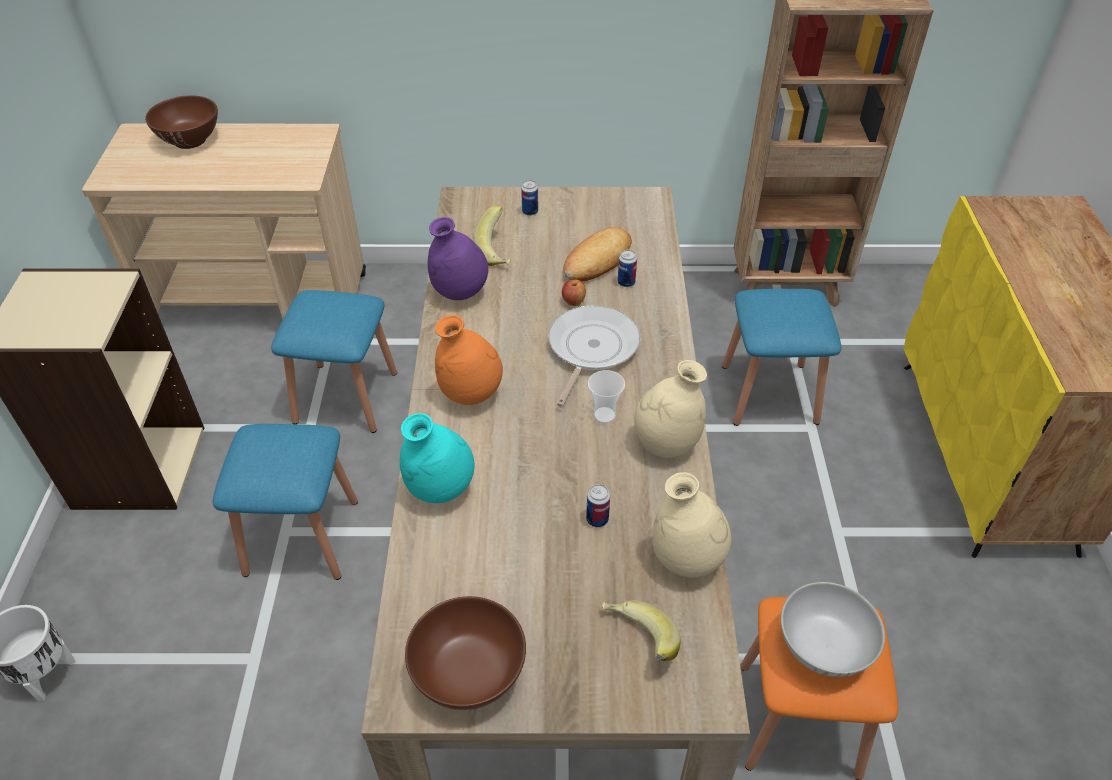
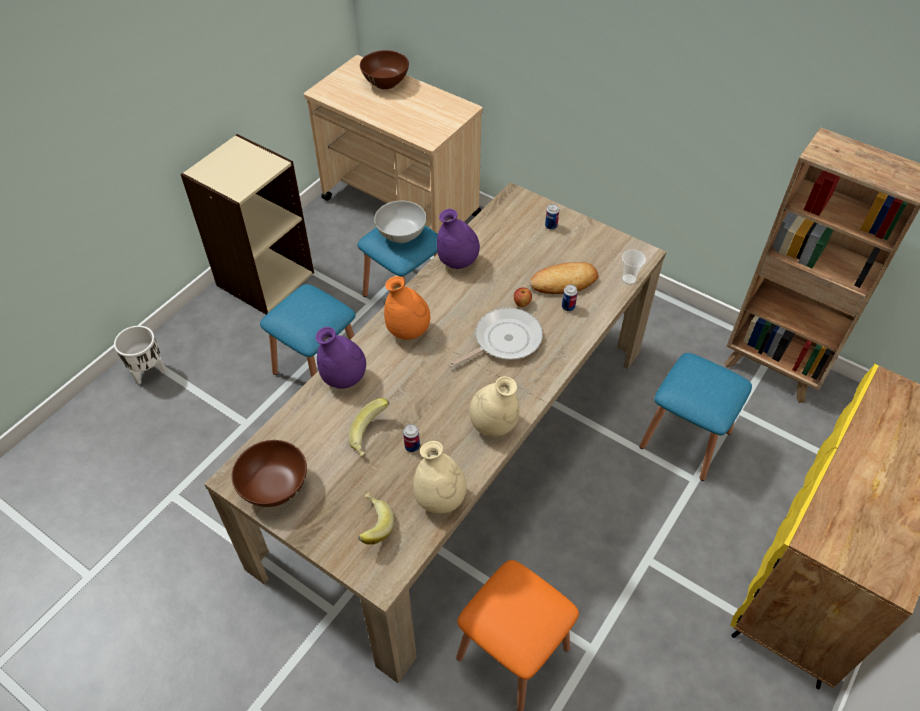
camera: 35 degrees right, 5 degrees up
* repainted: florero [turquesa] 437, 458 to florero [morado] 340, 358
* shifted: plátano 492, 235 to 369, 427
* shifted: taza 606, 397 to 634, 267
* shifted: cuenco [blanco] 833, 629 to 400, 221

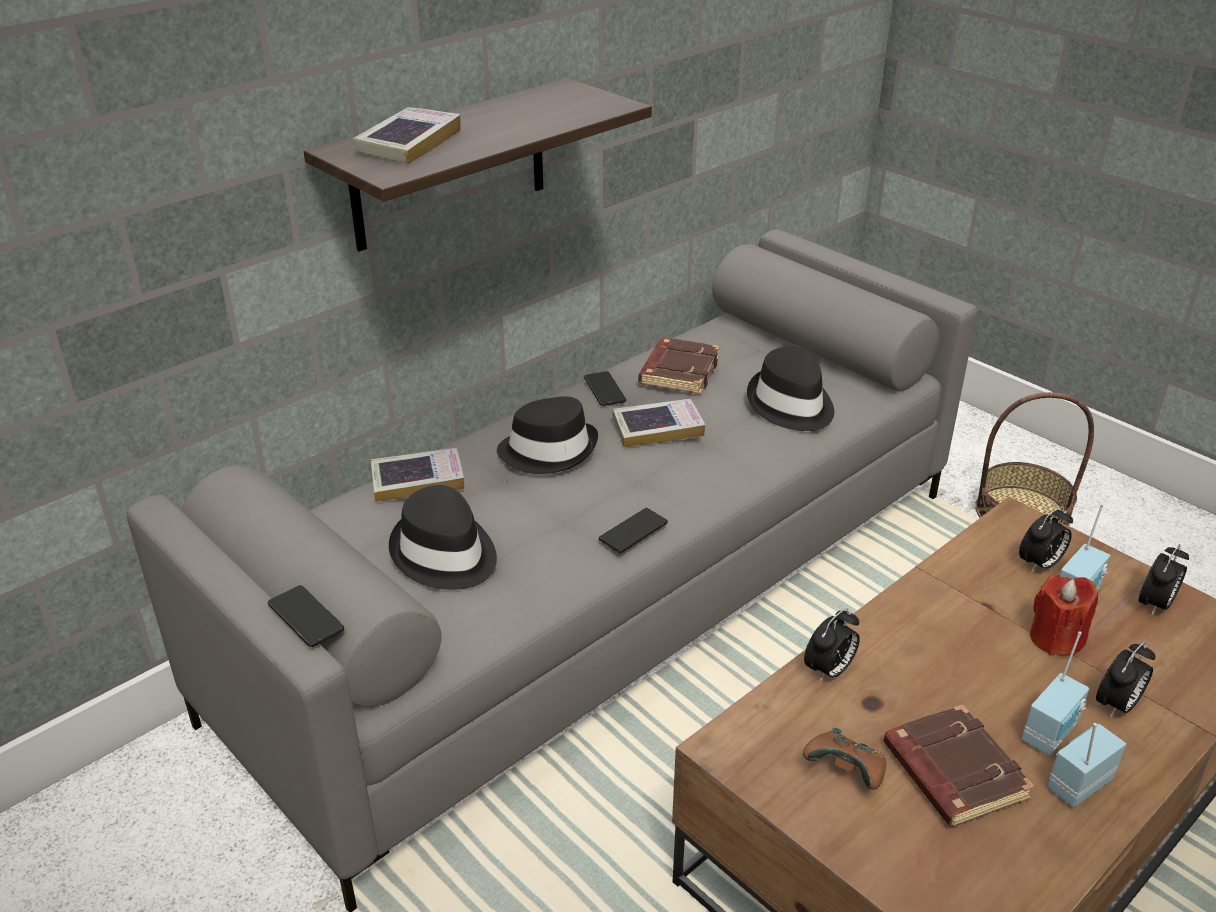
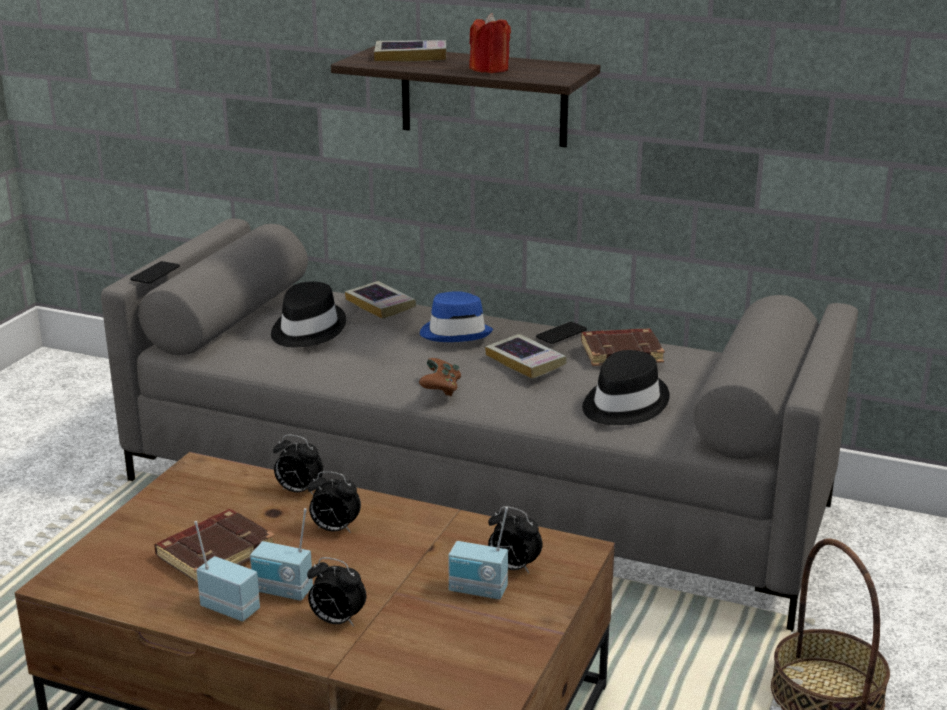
camera: 65 degrees right, 10 degrees down
* repainted: sombrero [negro] 547, 435 to sombrero [azul] 456, 316
* gone: móvil 633, 530
* shifted: mando de consola [marrón] 844, 758 to 440, 377
* shifted: vela [rojo] 1064, 615 to 490, 43
* shifted: despertador 1163, 580 to 334, 502

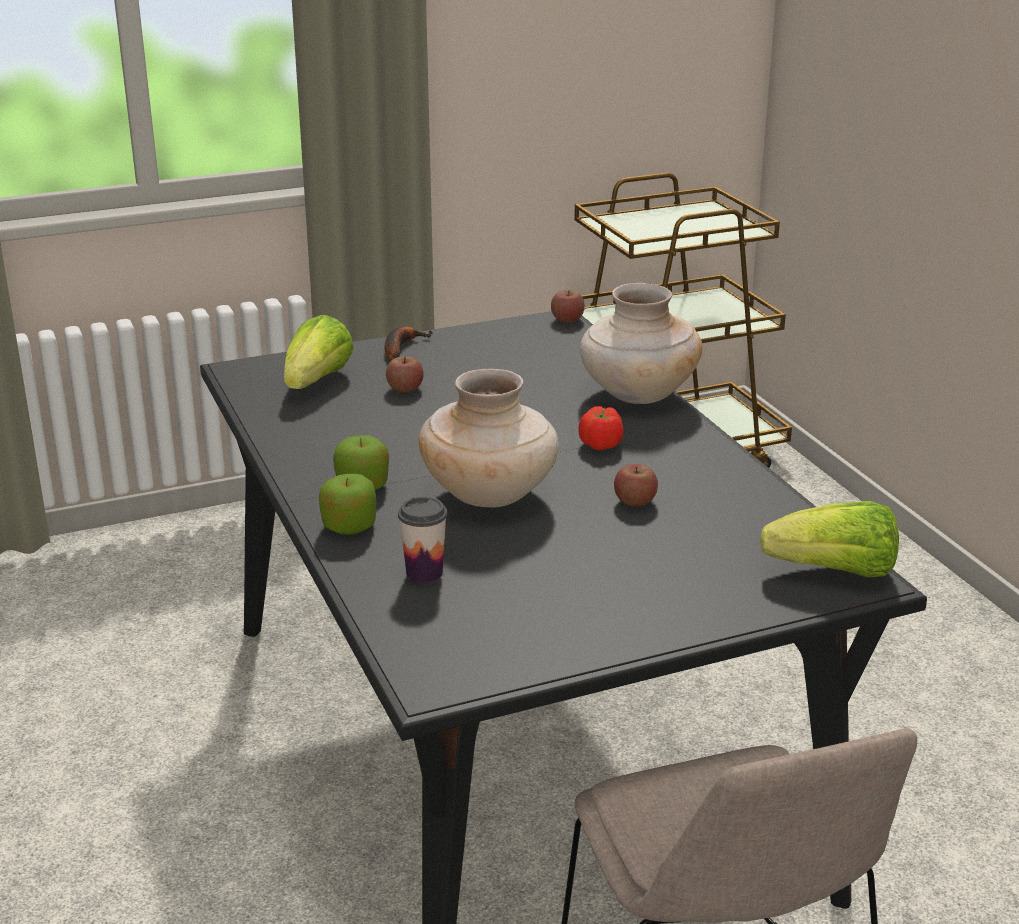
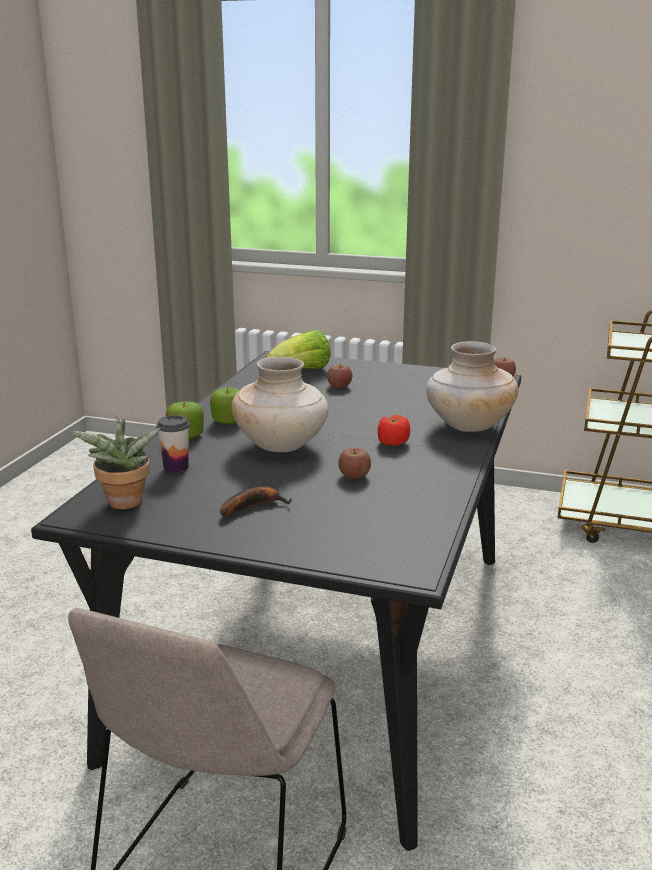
camera: 40 degrees right, 5 degrees down
* shifted: plátano 408, 343 to 256, 501
* gone: lechuga 829, 539
* new: planta en maceta 115, 462

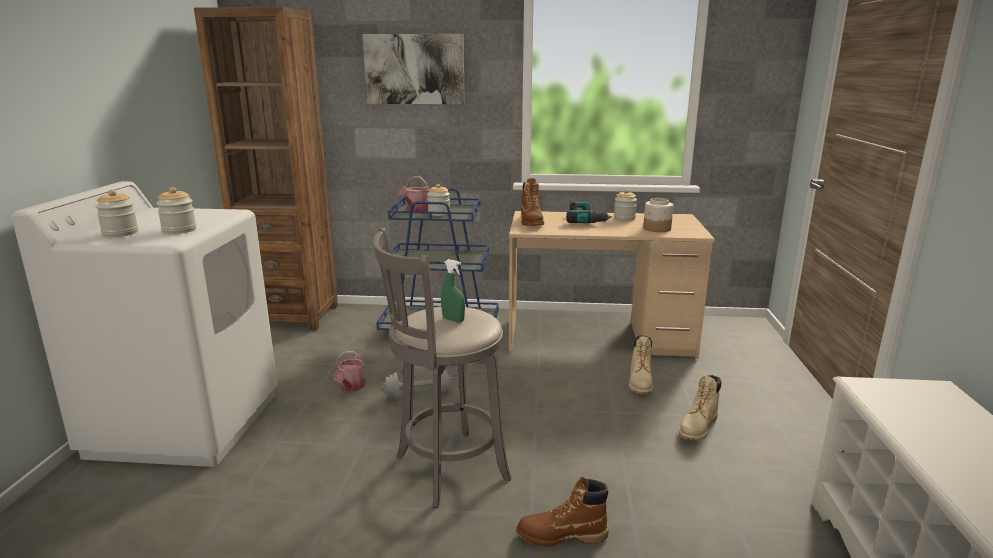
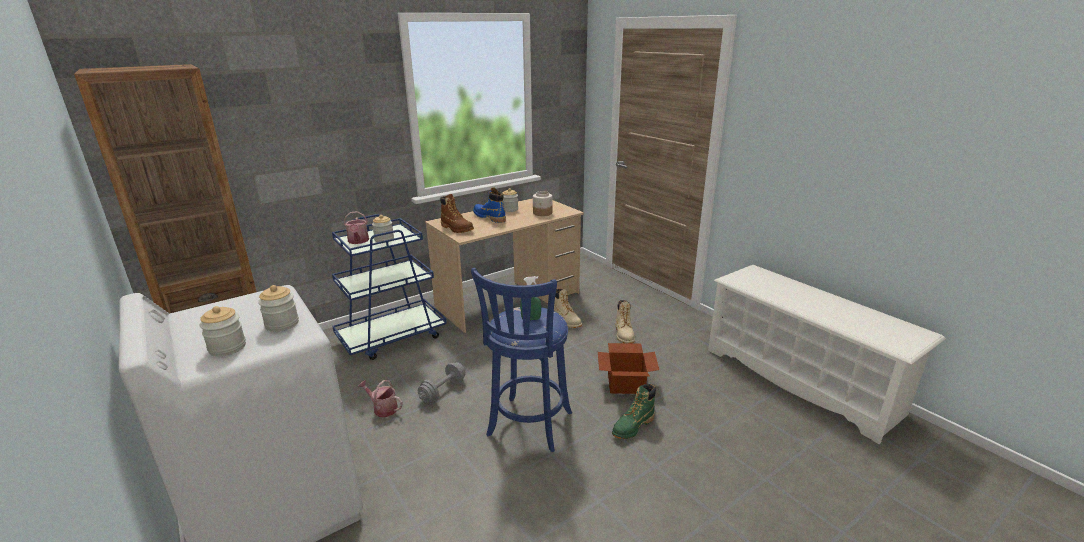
camera: 40 degrees left, 5 degrees up
* rotated: regadera 349, 371 = 380, 398 150 degrees clockwise
* gone: cuadro 413, 69
* repainted: taburete [gris] 442, 368 to taburete [azul] 521, 360
* repainted: bota [marrón] 562, 512 to bota [verde] 634, 411
* swapped: taladro 589, 212 to bota [azul] 489, 205
* new: caja de cartón 628, 368

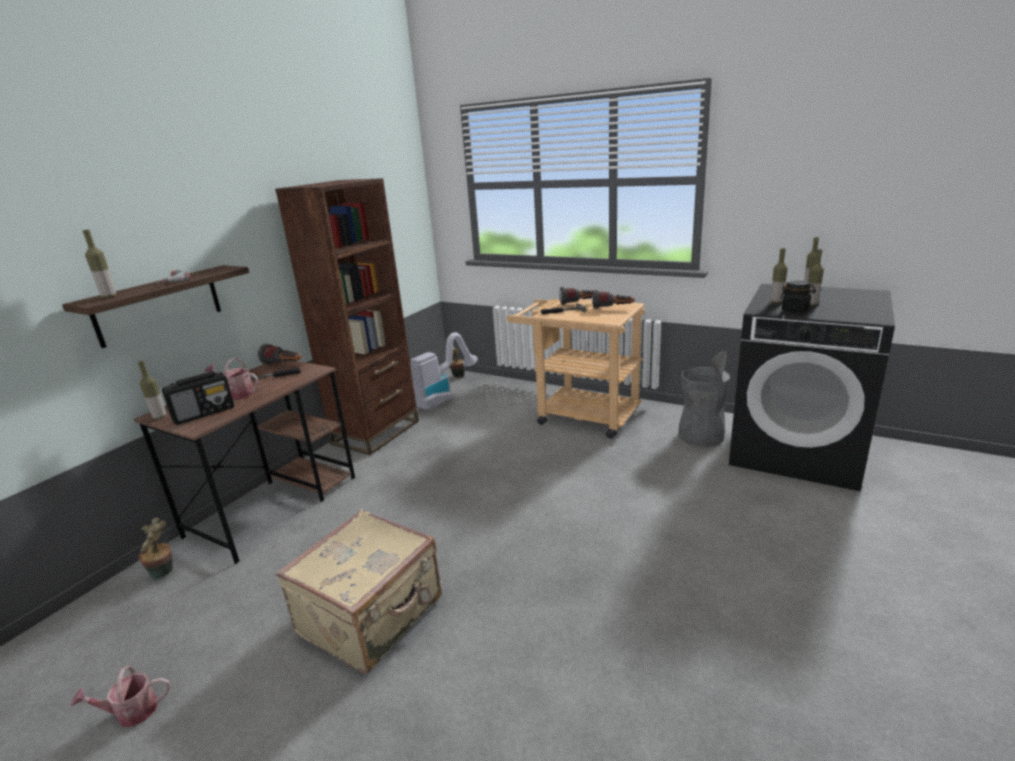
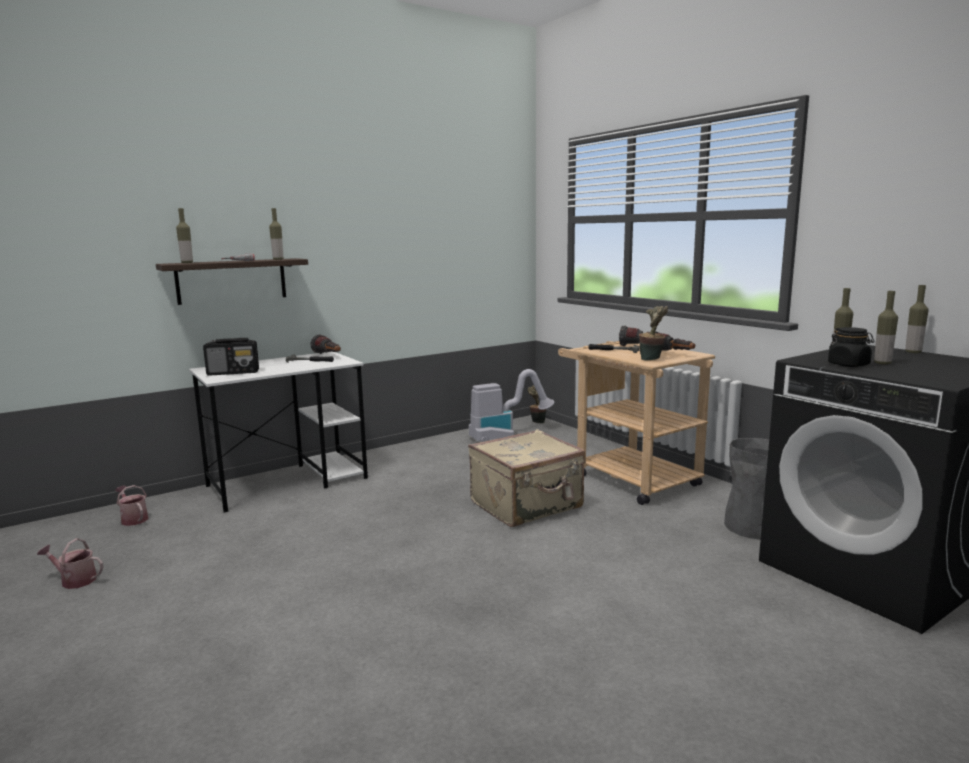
camera: 25 degrees right, 10 degrees down
* repainted: escritorio [marrón] 244, 462 to escritorio [blanco] 278, 432
* shifted: botella 152, 390 to 276, 234
* shifted: planta en maceta 155, 549 to 653, 333
* shifted: regadera 232, 378 to 131, 505
* gone: estantería [marrón] 347, 316
* shifted: maleta [beis] 359, 591 to 526, 478

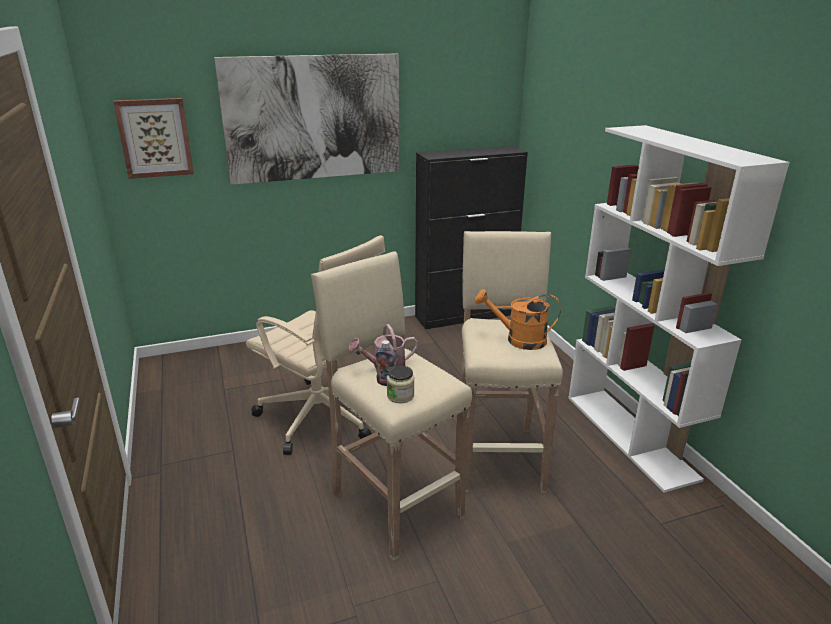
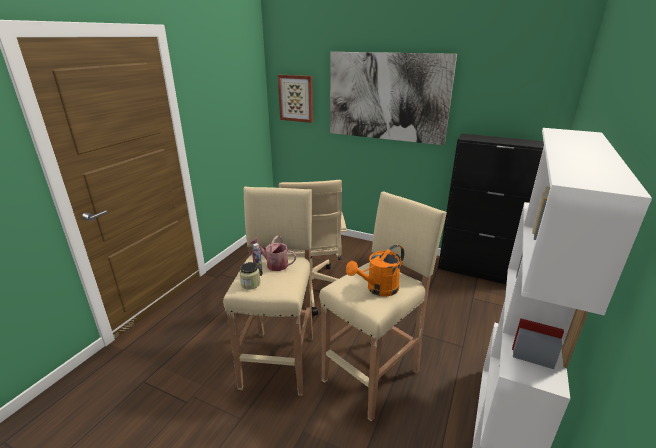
camera: 45 degrees right, 0 degrees up
* rotated: regadera [naranja] 518, 319 = 375, 270 90 degrees counterclockwise

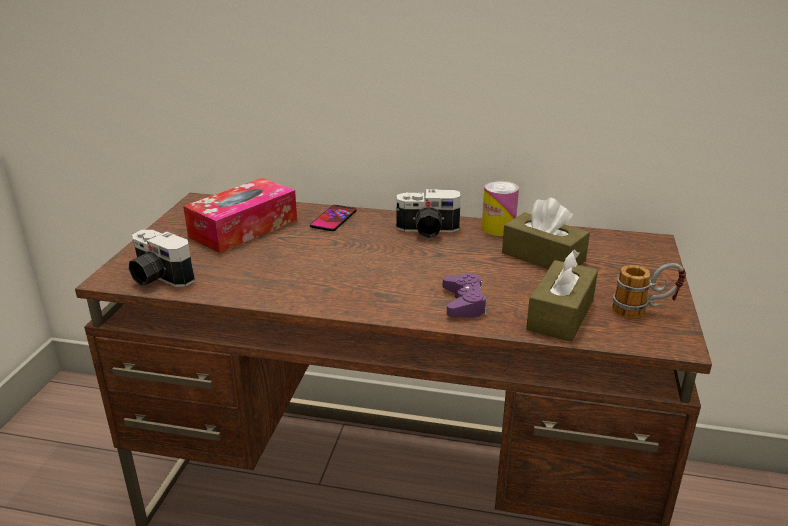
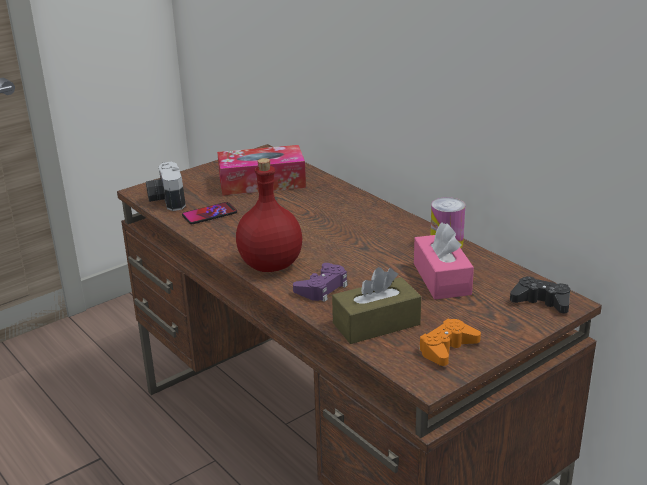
camera: 40 degrees right, 0 degrees up
* shifted: móvil 333, 218 to 209, 213
* gone: cámara 428, 213
* repainted: caja de pañuelos [marrón] 546, 233 to caja de pañuelos [rosa] 444, 261
* swapped: taza grande 649, 291 to mando de consola [naranja] 450, 342
* new: botella [rojo] 269, 215
* new: mando de consola [negro] 540, 294

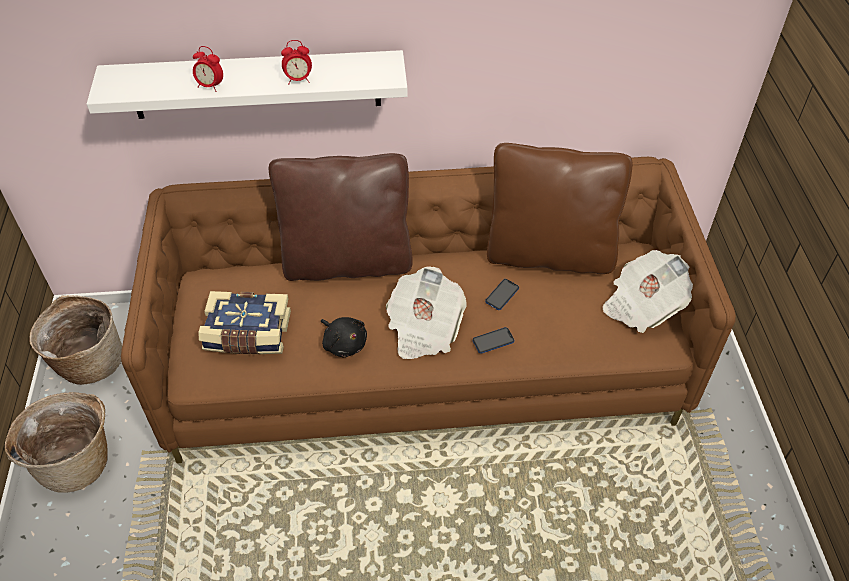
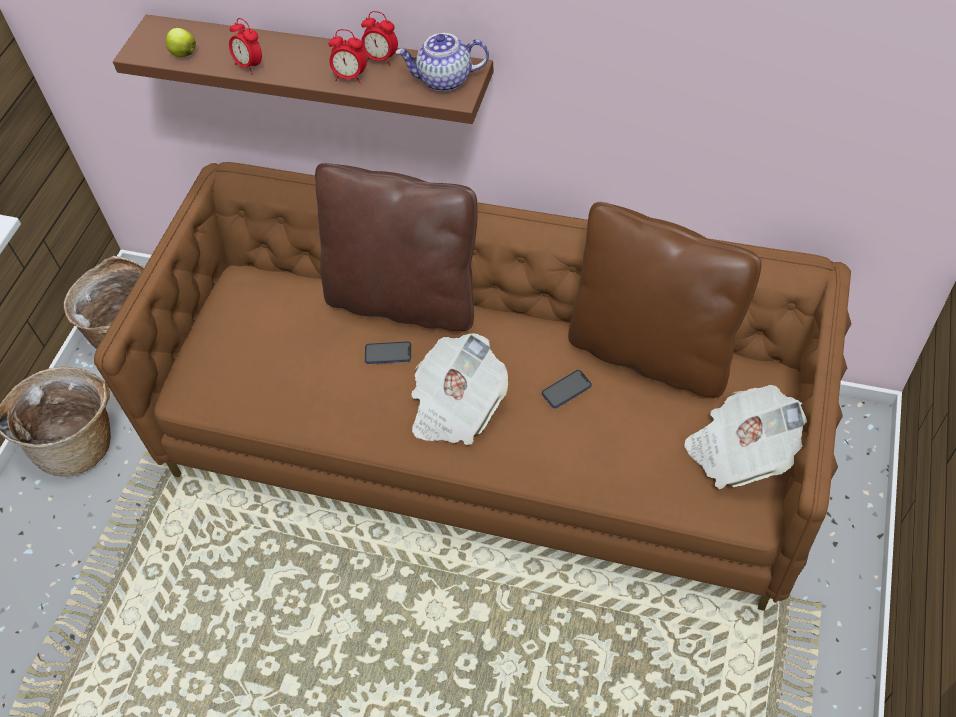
camera: 25 degrees right, 5 degrees up
* repainted: estante [blanco] 247, 84 to estante [marrón] 303, 69
* gone: libro 244, 322
* gone: peluche [negro] 344, 337
* shifted: móvil 493, 340 to 388, 352
* new: manzana 181, 42
* new: despertador 379, 38
* new: tetera 442, 62

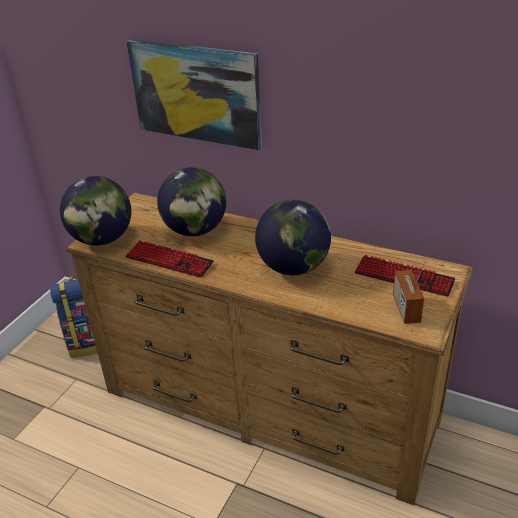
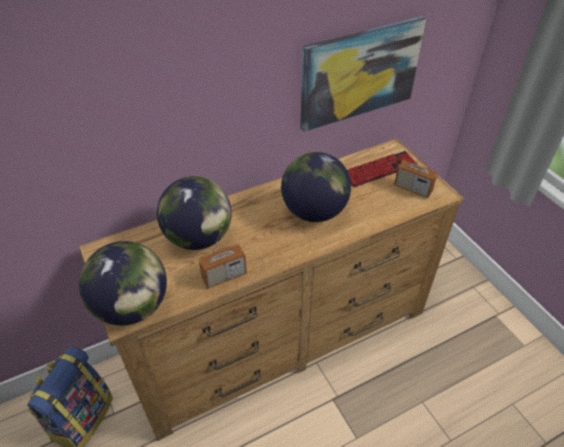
camera: 55 degrees left, 10 degrees up
* swapped: teclado 169, 259 to radio 222, 256
* shifted: cuadro 194, 94 to 363, 74

